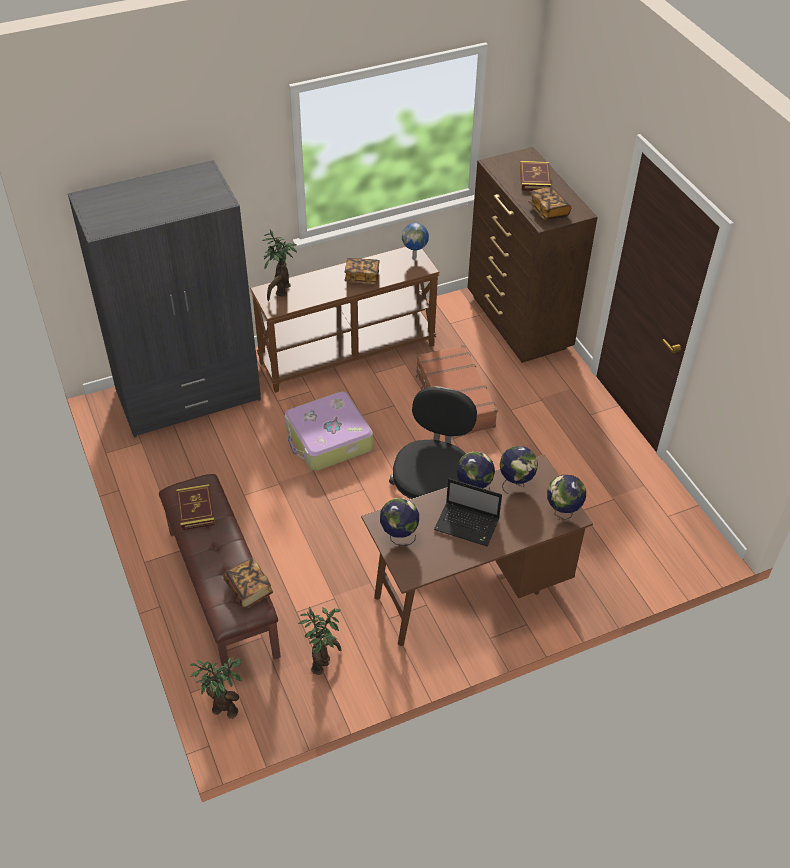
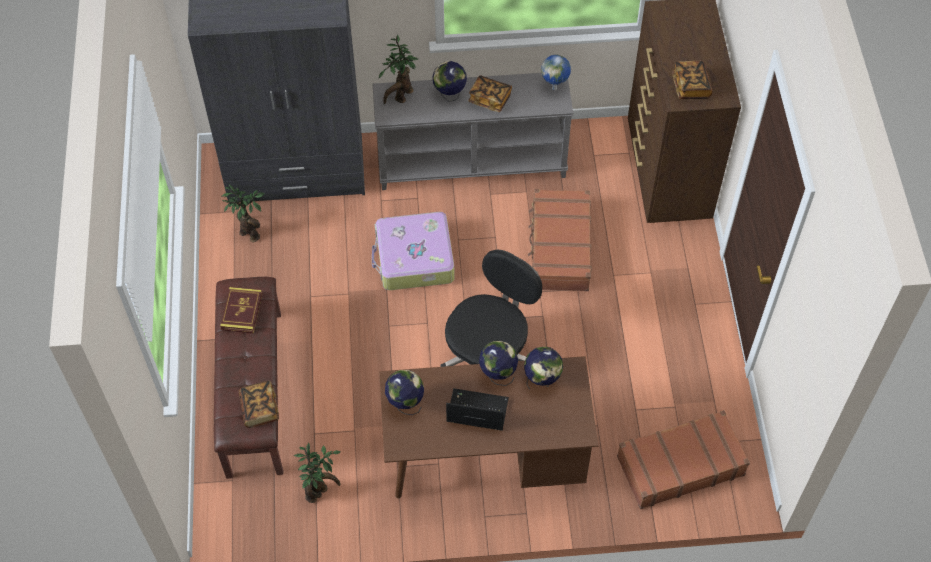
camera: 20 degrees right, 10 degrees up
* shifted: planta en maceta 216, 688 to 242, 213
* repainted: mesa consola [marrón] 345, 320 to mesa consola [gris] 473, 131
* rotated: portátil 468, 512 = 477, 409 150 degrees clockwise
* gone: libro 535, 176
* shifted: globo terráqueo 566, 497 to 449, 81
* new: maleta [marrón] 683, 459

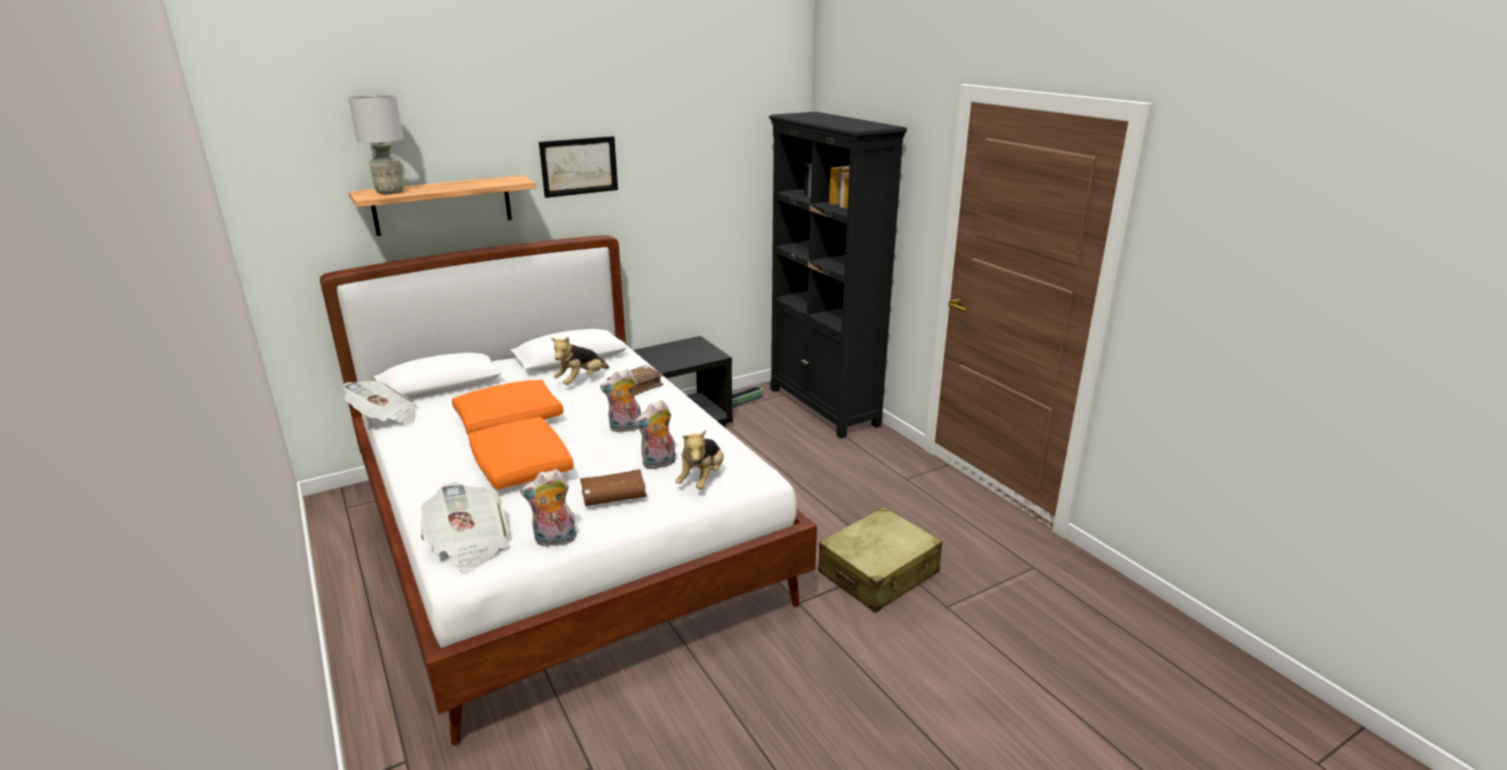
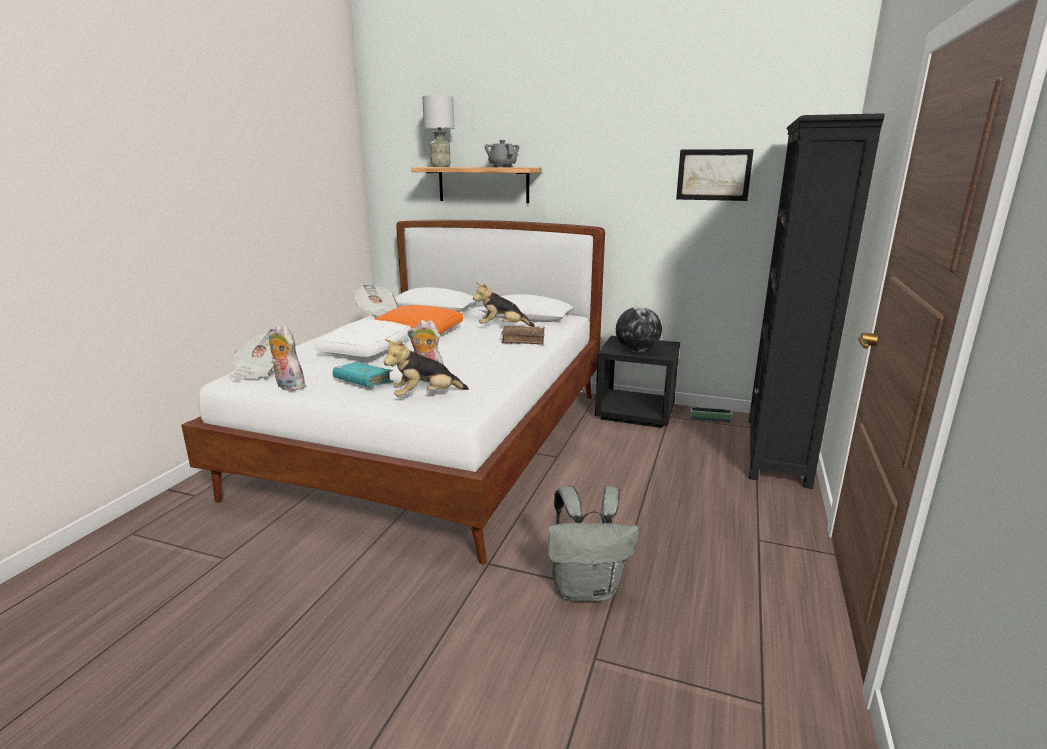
camera: 50 degrees right, 5 degrees down
* repainted: cojín [naranja] 521, 453 to cojín [blanco] 363, 338
* shifted: cuadro 578, 167 to 715, 175
* repainted: libro [marrón] 613, 487 to libro [turquesa] 363, 374
* gone: peluche 620, 401
* swapped: maleta [beis] 880, 559 to mochila [gris] 593, 544
* new: tetera [gris] 502, 153
* new: globo terráqueo 639, 329

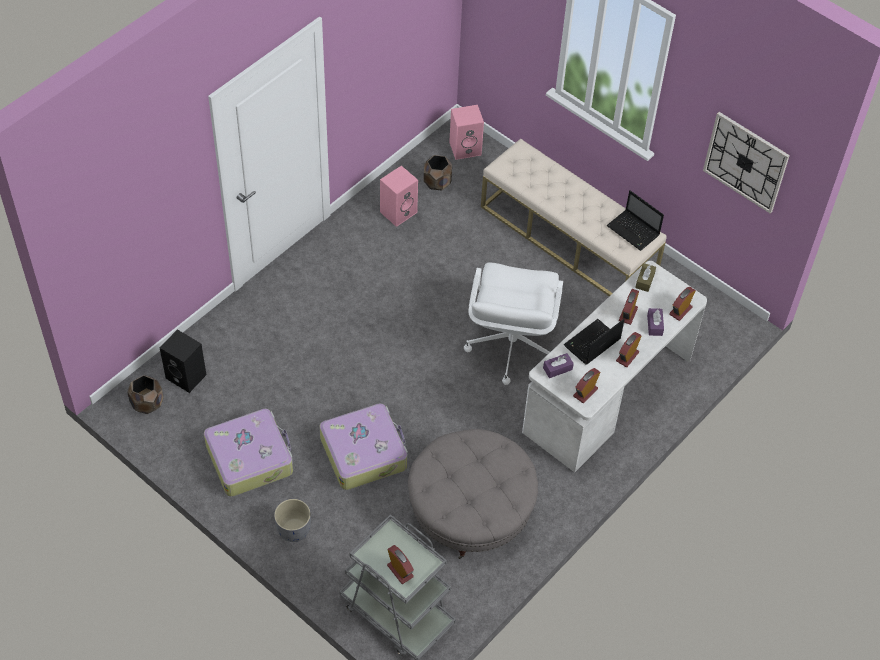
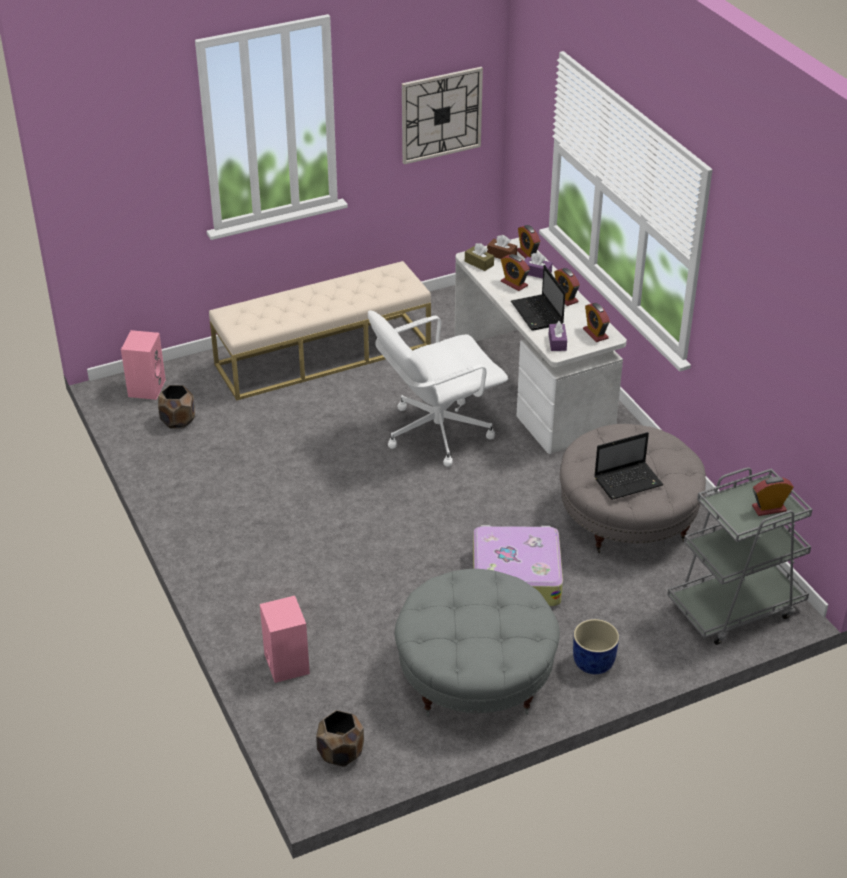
camera: 65 degrees left, 15 degrees down
* gone: altavoz [negro] 183, 361
* swapped: maleta 248, 453 to puf [gris] 477, 642
* repainted: maceta [gris] 292, 520 to maceta [azul] 596, 646
* shifted: altavoz [rosa] 399, 196 to 285, 639
* rotated: silla de oficina [blanco] 513, 323 = 438, 388 120 degrees clockwise
* shifted: portátil 635, 220 to 629, 466
* new: caja de pañuelos [marrón] 502, 247

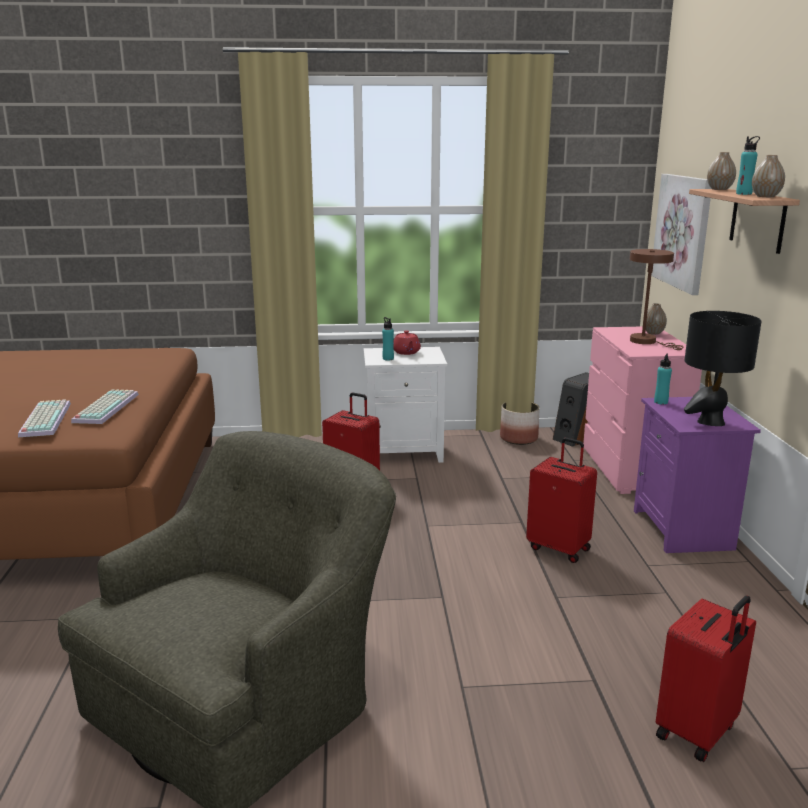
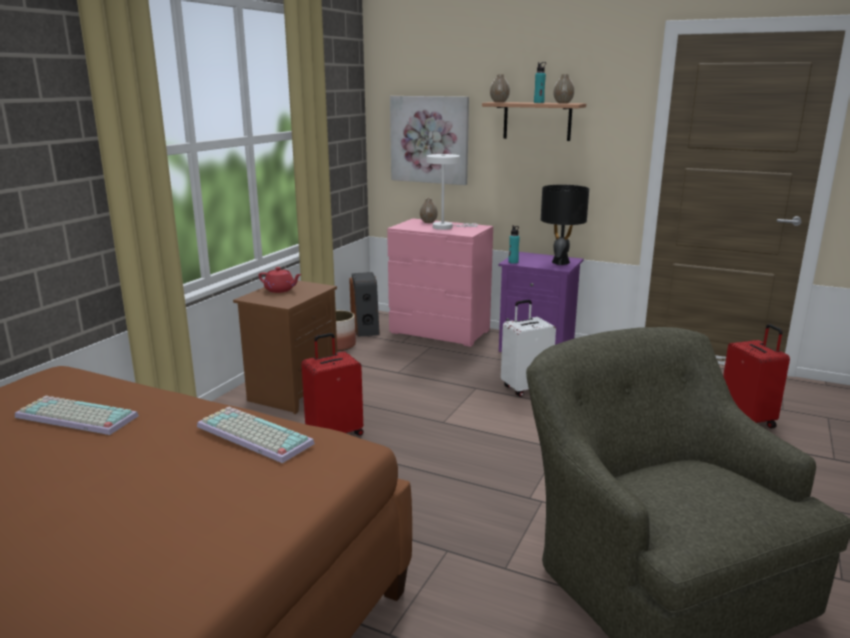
camera: 60 degrees left, 0 degrees up
* shifted: teclado 44, 418 to 77, 415
* repainted: mesita de noche [blanco] 405, 405 to mesita de noche [marrón] 285, 347
* gone: botella [turquesa] 388, 339
* repainted: maleta [rojo] 561, 500 to maleta [blanco] 528, 348
* repainted: lámpara de mesa [marrón] 656, 299 to lámpara de mesa [blanco] 452, 192

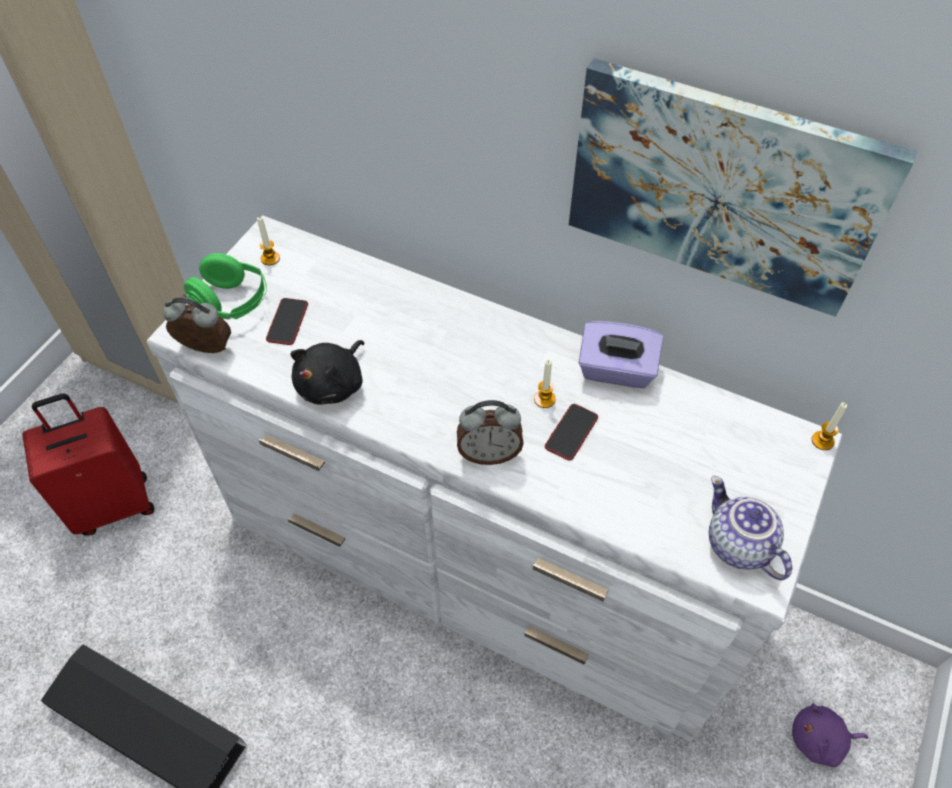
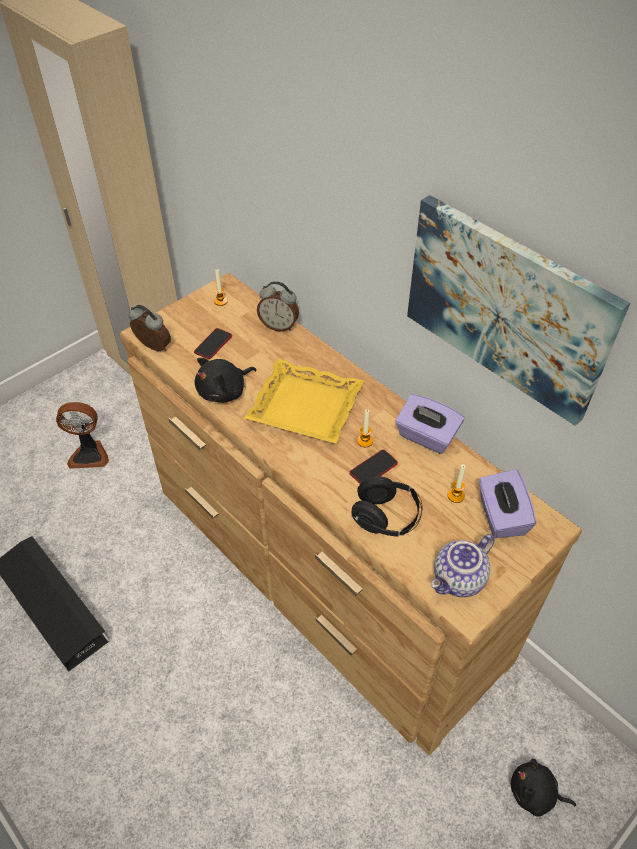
camera: 20 degrees right, 5 degrees down
* swapped: maleta [rojo] 88, 465 to ventilador 82, 435
* repainted: cómoda [blanco] 495, 478 to cómoda [marrón] 351, 514
* gone: auriculares [verde] 225, 286
* shifted: despertador 490, 432 to 278, 306
* rotated: tetera 750, 528 = 463, 565 120 degrees counterclockwise
* repainted: peluche [morado] 830, 735 to peluche [negro] 543, 788
* shifted: vela 829, 426 to 456, 483
* new: bandeja [amarillo] 304, 401
* new: auriculares [negro] 386, 506
* new: caja de pañuelos [morado] 507, 503

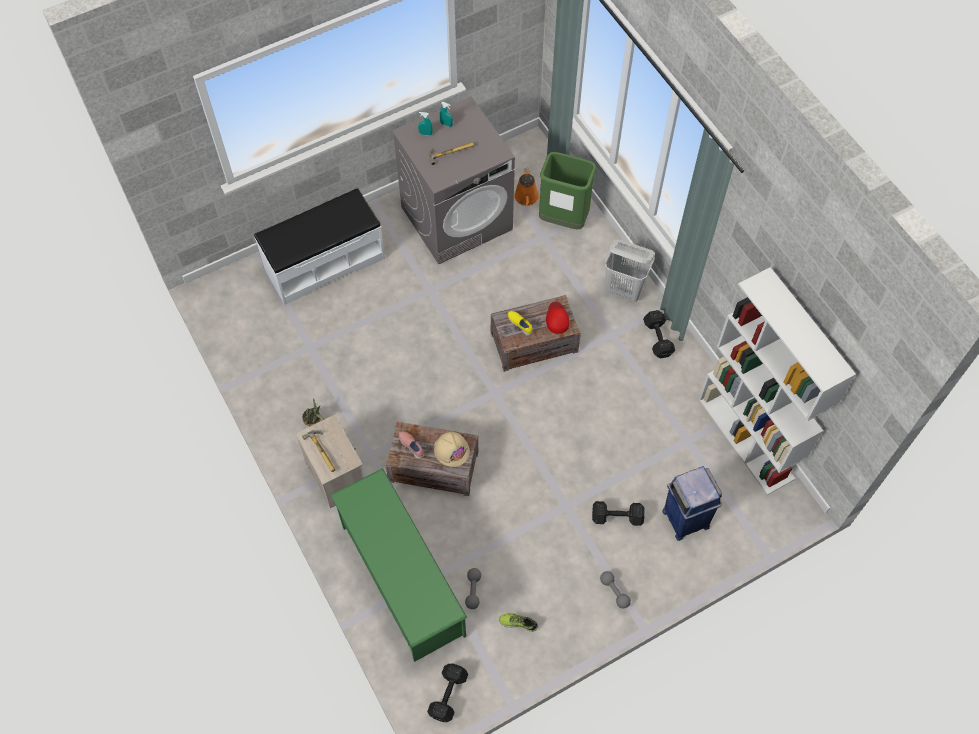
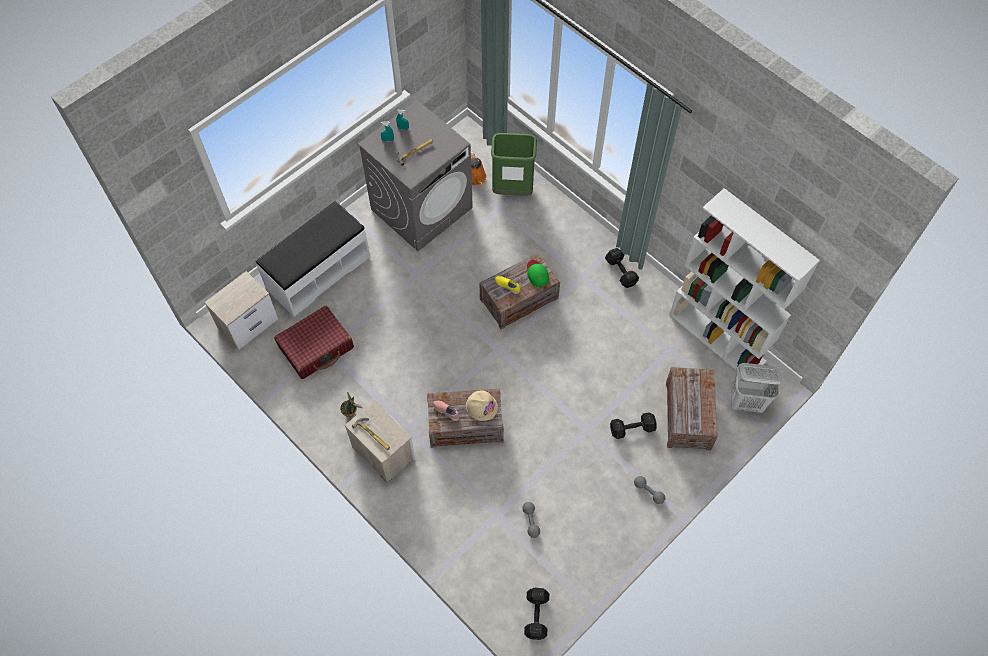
camera: 15 degrees left, 0 degrees up
* gone: zapatero [verde] 399, 565
* gone: zapato 518, 622
* repainted: gorra [rojo] 557, 317 to gorra [verde] 538, 273
* shifted: cesto de la ropa [blanco] 630, 270 to 757, 388
* swapped: papelera [azul] 692, 503 to caja de embalaje 692, 408
* new: mesita de noche 241, 310
* new: maleta [rojo] 314, 342

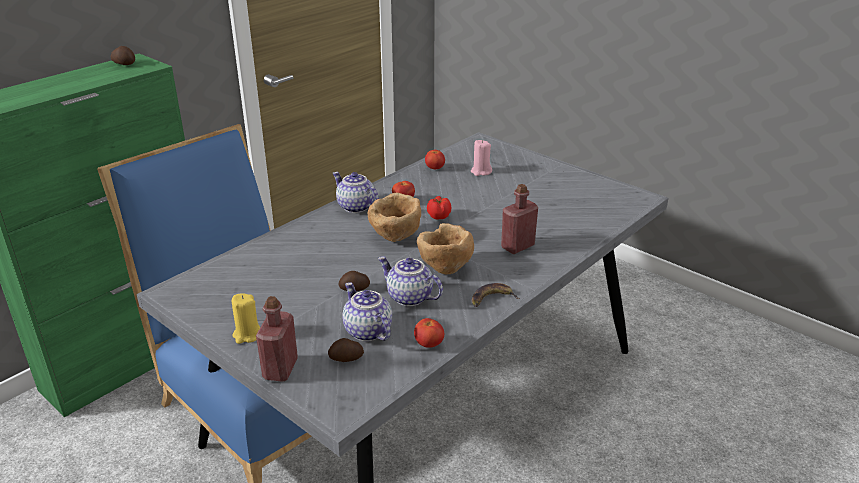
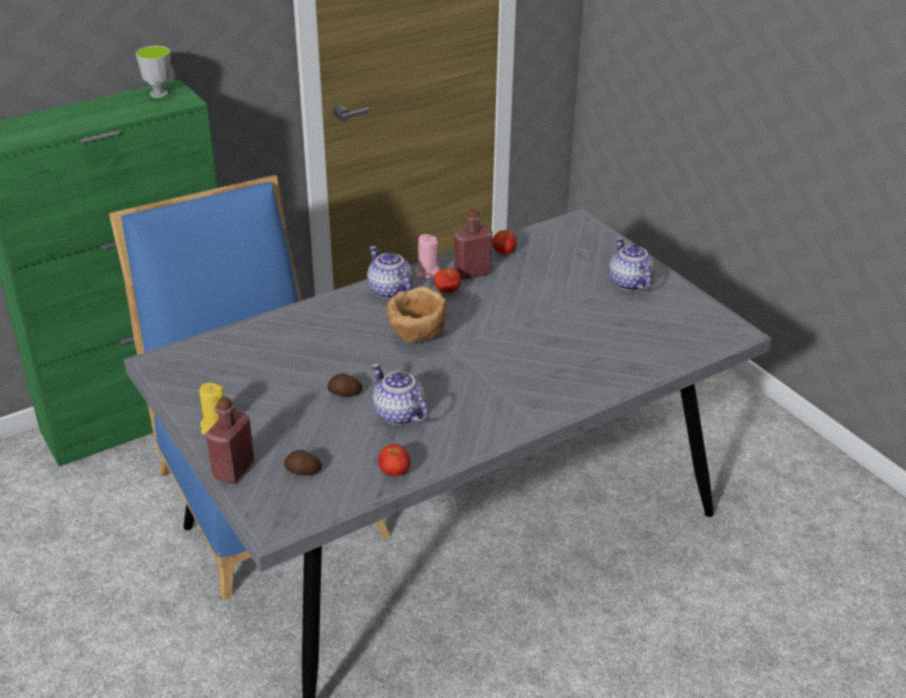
camera: 15 degrees right, 5 degrees up
* swapped: patata 123, 55 to taza 153, 72
* shifted: tetera 367, 312 to 631, 264
* gone: cuenco [marrón] 445, 248
* gone: tomate 439, 208
* shifted: vela [rosa] 481, 158 to 427, 256
* gone: plátano 496, 295
* shifted: botella [rojo] 519, 219 to 473, 244

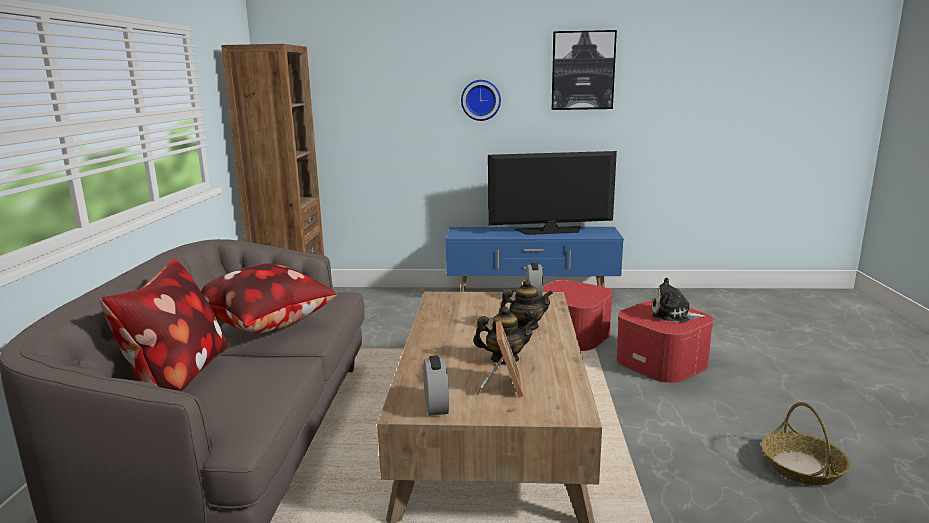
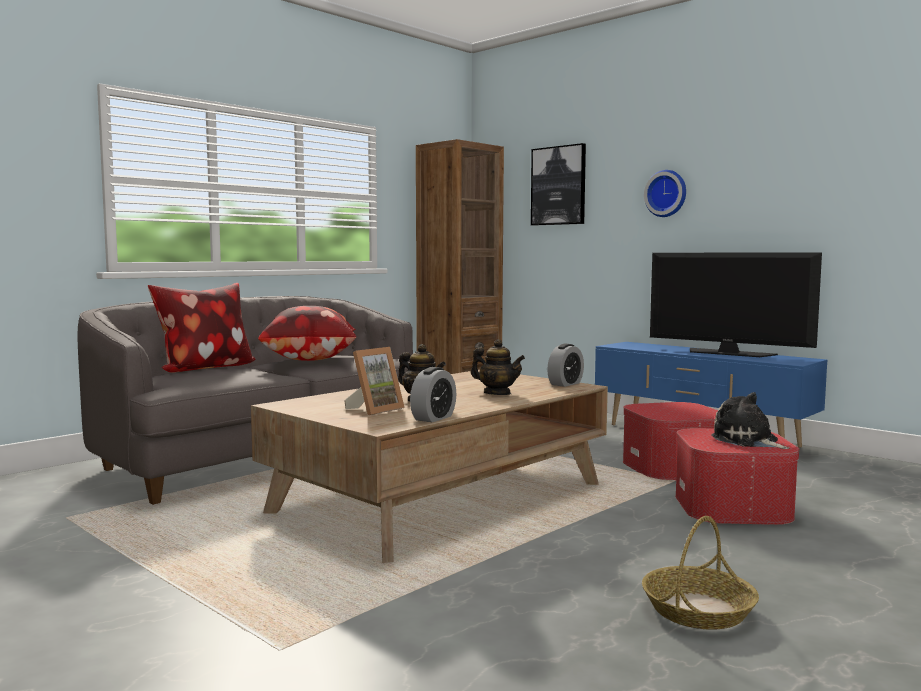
camera: 40 degrees right, 10 degrees down
* shifted: despertador 436, 385 to 433, 394
* shifted: cuadro 584, 70 to 558, 184

